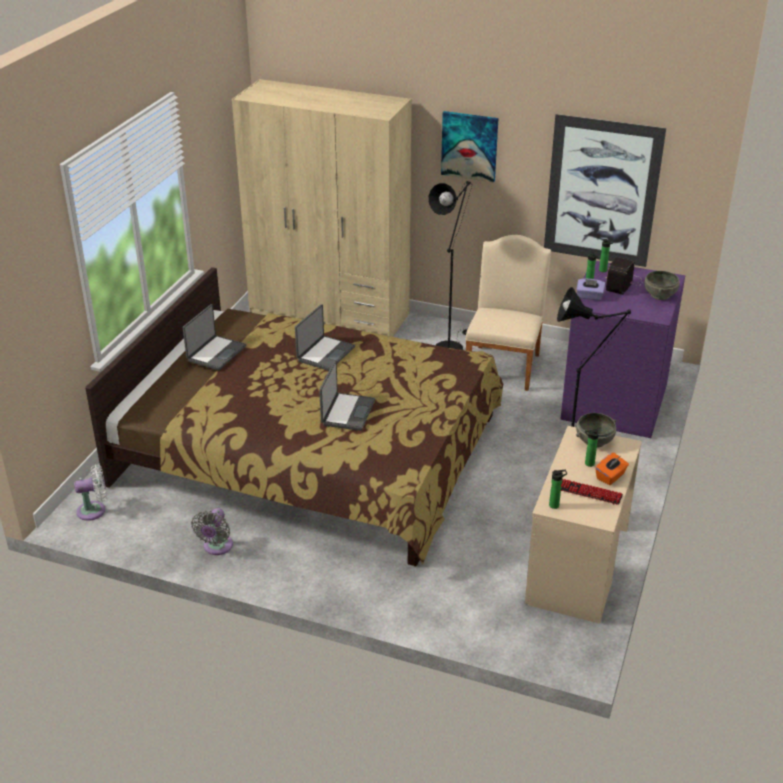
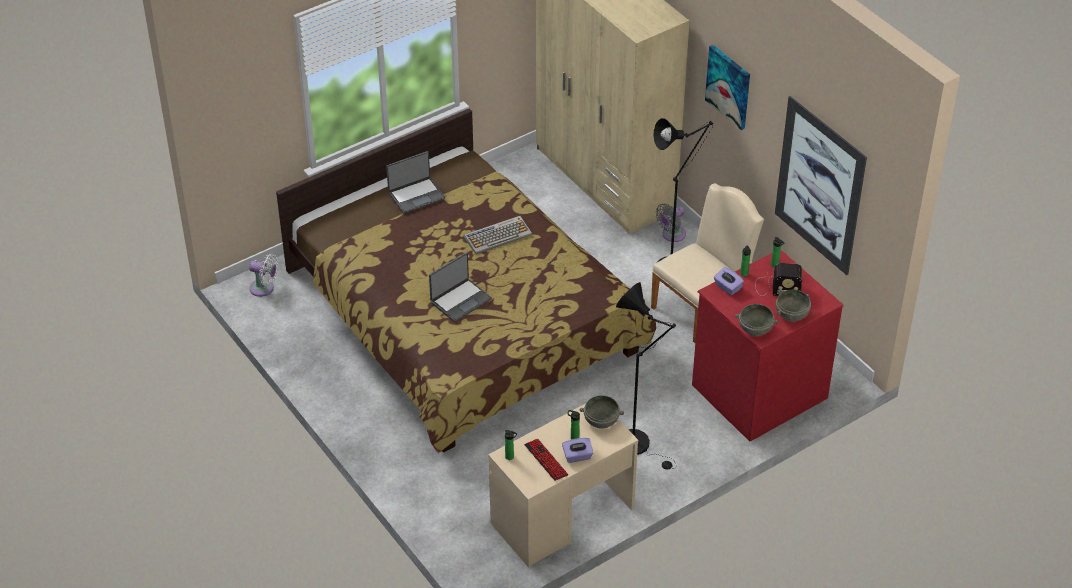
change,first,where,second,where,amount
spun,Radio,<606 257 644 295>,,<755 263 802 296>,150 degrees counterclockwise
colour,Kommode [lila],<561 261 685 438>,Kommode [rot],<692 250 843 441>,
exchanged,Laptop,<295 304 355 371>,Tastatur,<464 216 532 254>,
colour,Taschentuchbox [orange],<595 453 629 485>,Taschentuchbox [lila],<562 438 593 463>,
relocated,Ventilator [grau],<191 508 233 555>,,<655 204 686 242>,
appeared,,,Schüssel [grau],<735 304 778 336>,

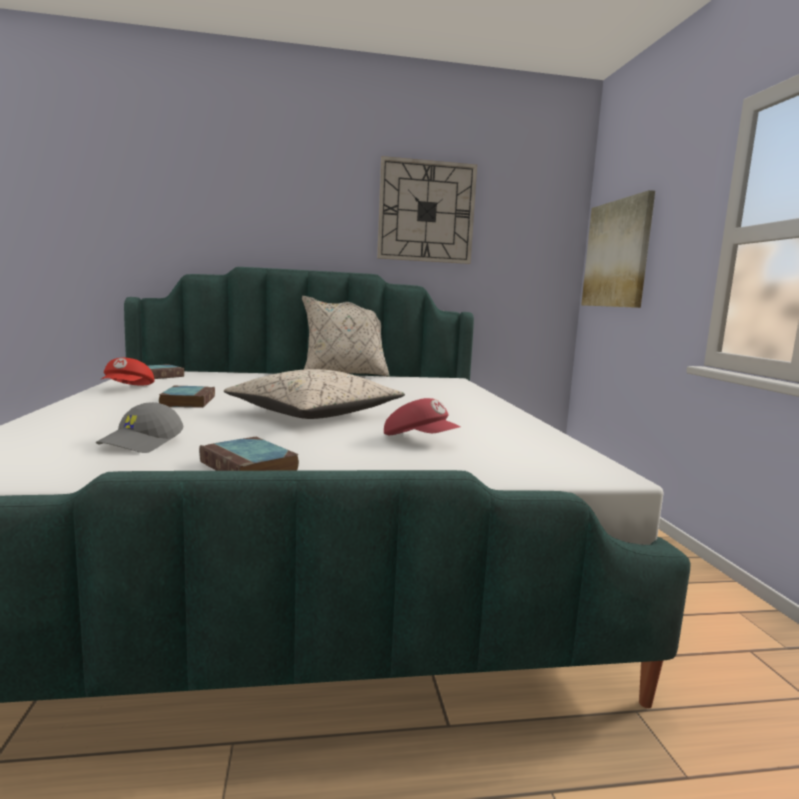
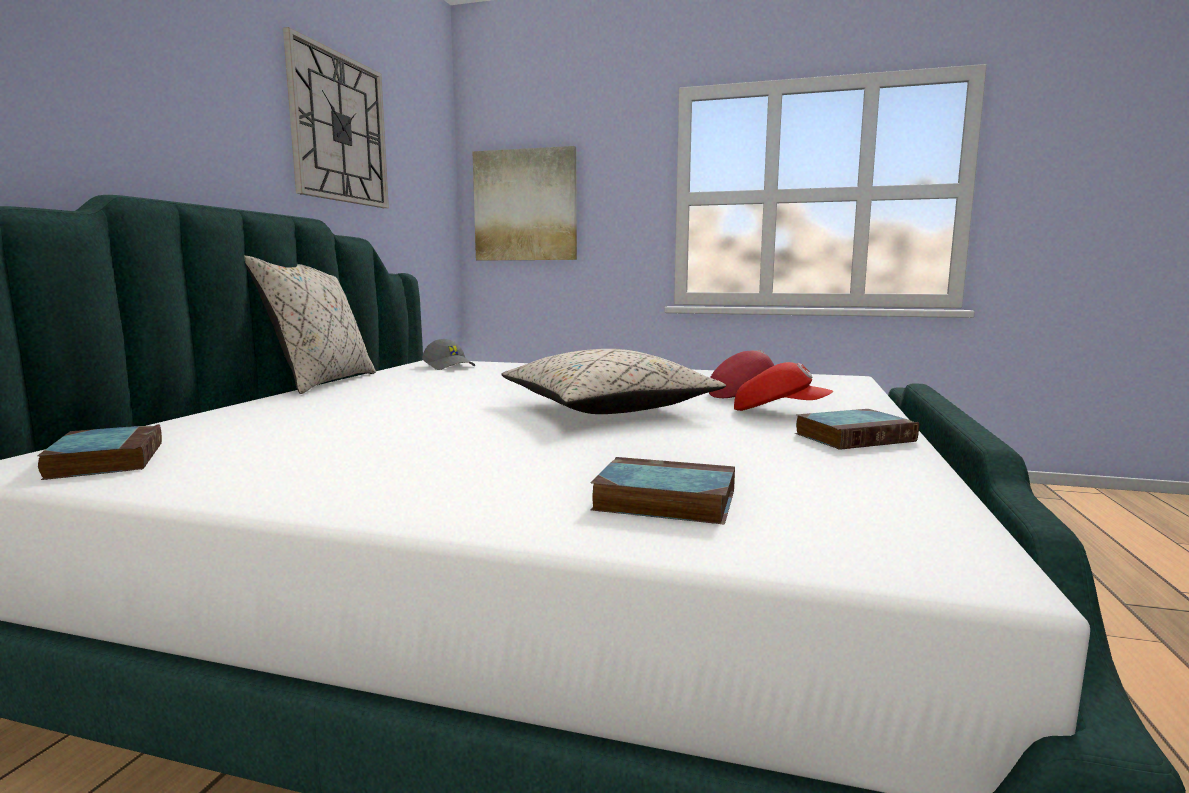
change,first,where,second,where,amount
relocated,Kappe [rot],<101 358 154 386>,,<734 362 833 411>,
relocated,Buch,<159 386 215 408>,,<590 457 735 524>,
relocated,Kappe [grau],<96 402 183 453>,,<422 339 475 370>,

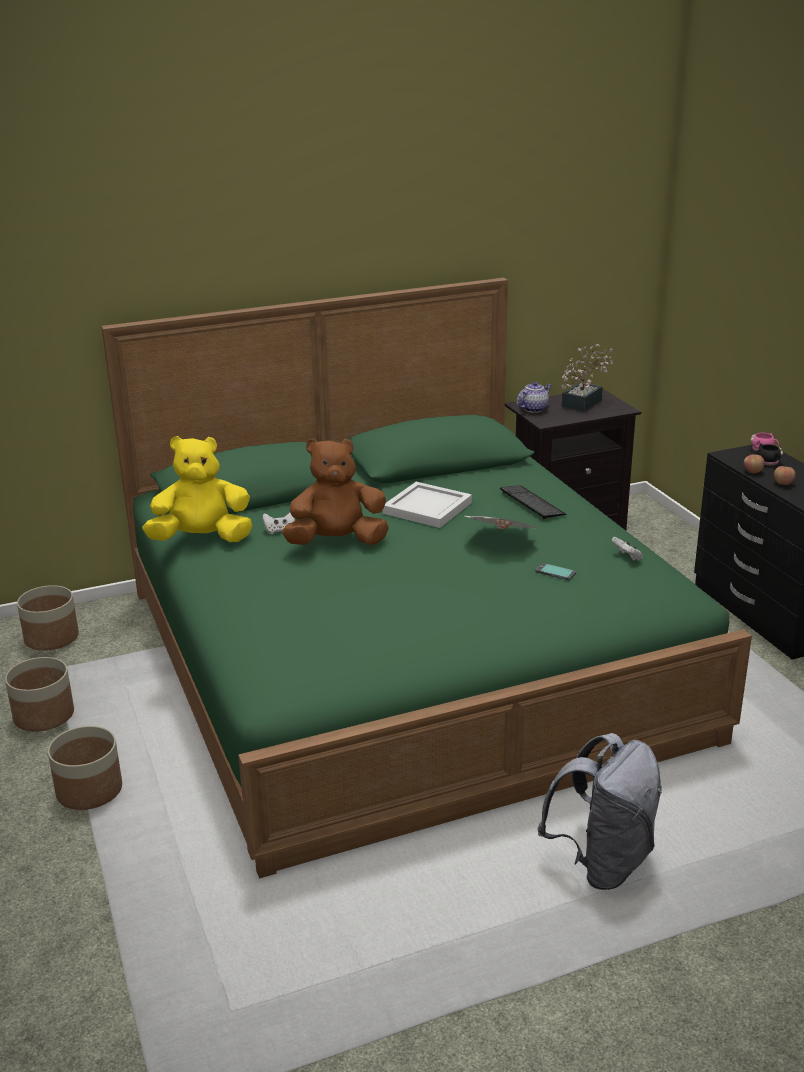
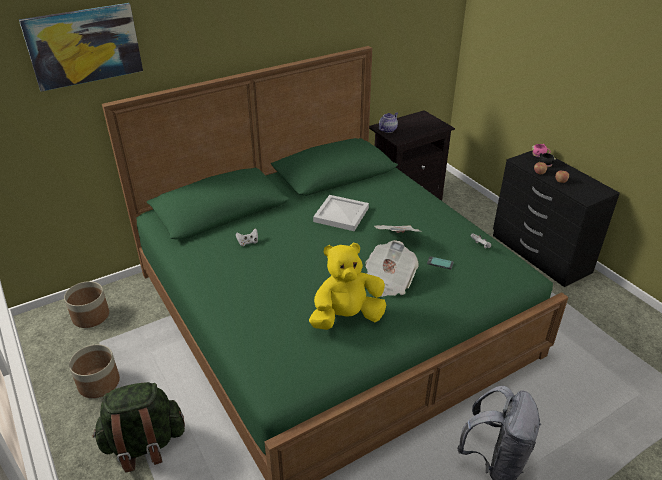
change,first,where,second,where,amount
missing,Topfpflanze,<561 344 613 411>,,,
relocated,Plüschtier [gelb],<143 436 252 542>,,<309 243 386 330>,
missing,Plüschtier [braun],<282 438 389 545>,,,
missing,Tastatur,<500 486 567 519>,,,
exchanged,Pflanzkübel,<48 726 122 810>,Rucksack [grün],<92 382 185 473>,
appeared,,,Bild,<19 3 143 92>,
appeared,,,Zeitung,<365 240 419 297>,

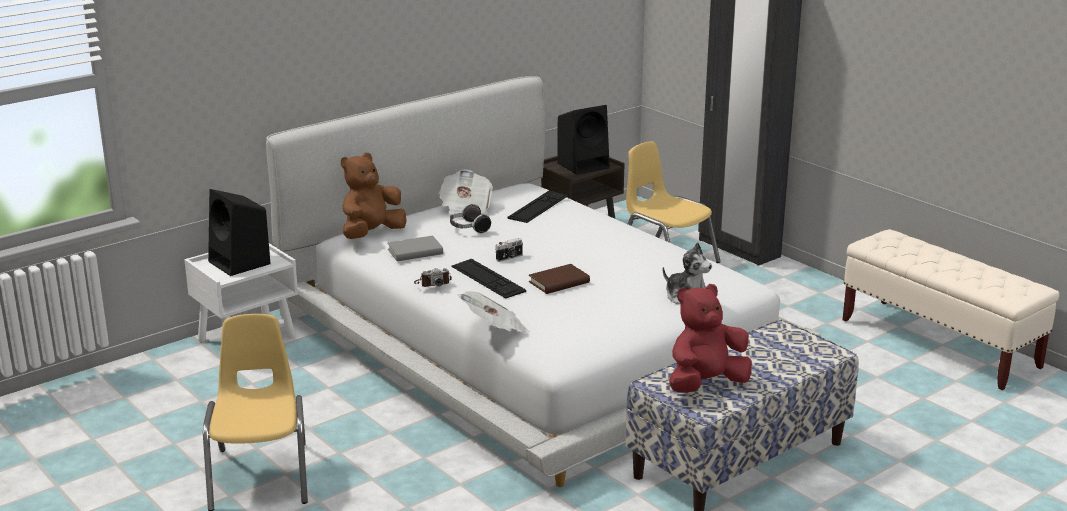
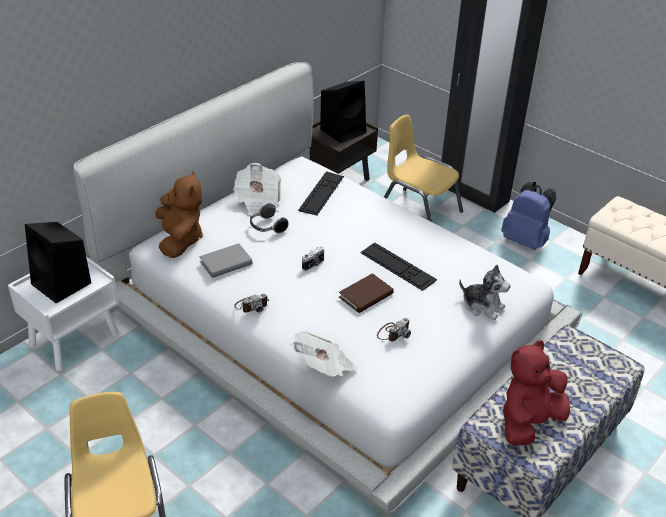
change,first,where,second,where,amount
spun,Plüschtier [braun],<341 153 407 239>,,<156 171 203 258>,135 degrees clockwise
relocated,Tastatur,<451 259 526 299>,,<360 242 437 291>,
appeared,,,Rucksack [blau],<501 182 557 250>,
appeared,,,Kamera,<377 318 411 341>,

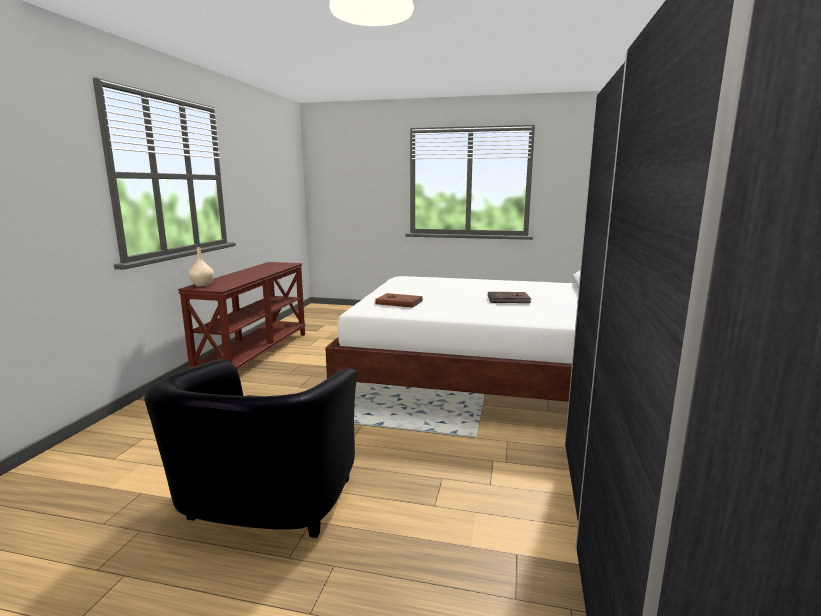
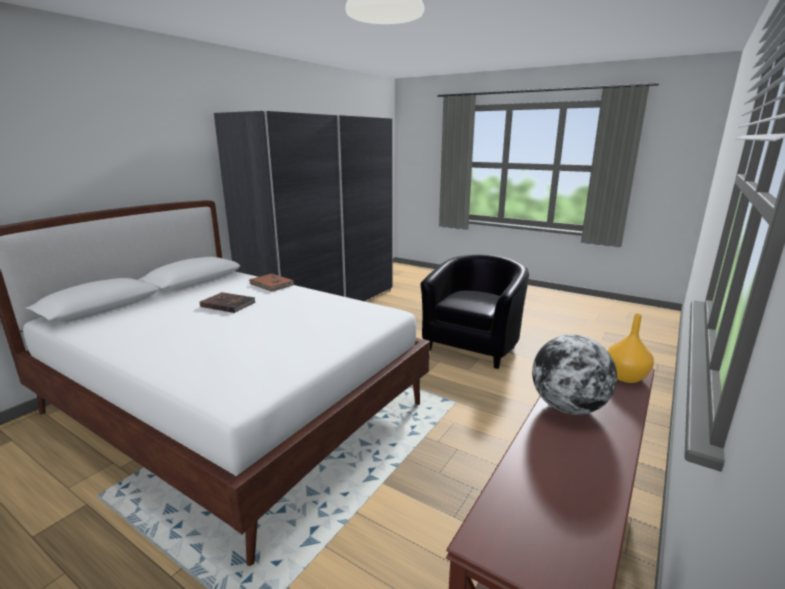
change,first,where,second,where,amount
colour,Vase [beige],<189 247 214 286>,Vase [orange],<608 314 654 383>,
relocated,Buch [braun],<375 293 423 308>,,<249 273 294 292>,
appeared,,,Globus,<532 335 617 415>,

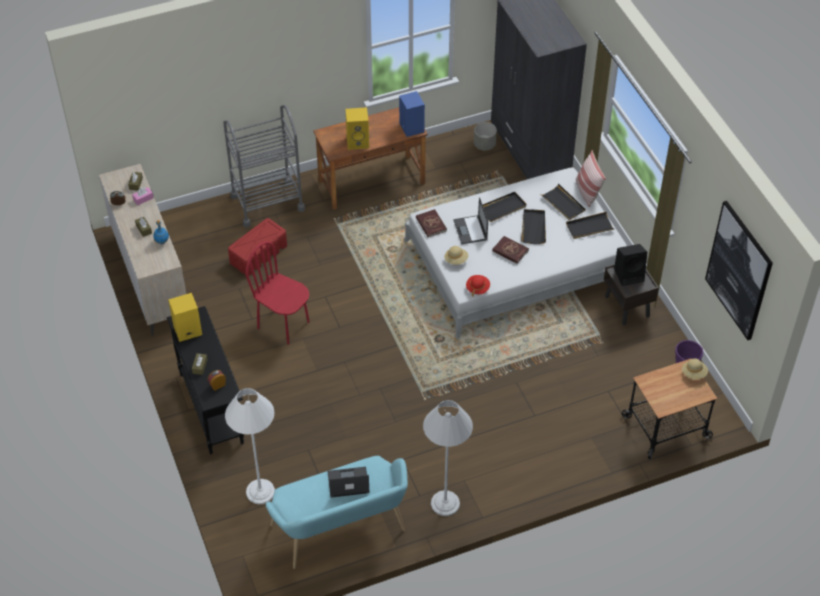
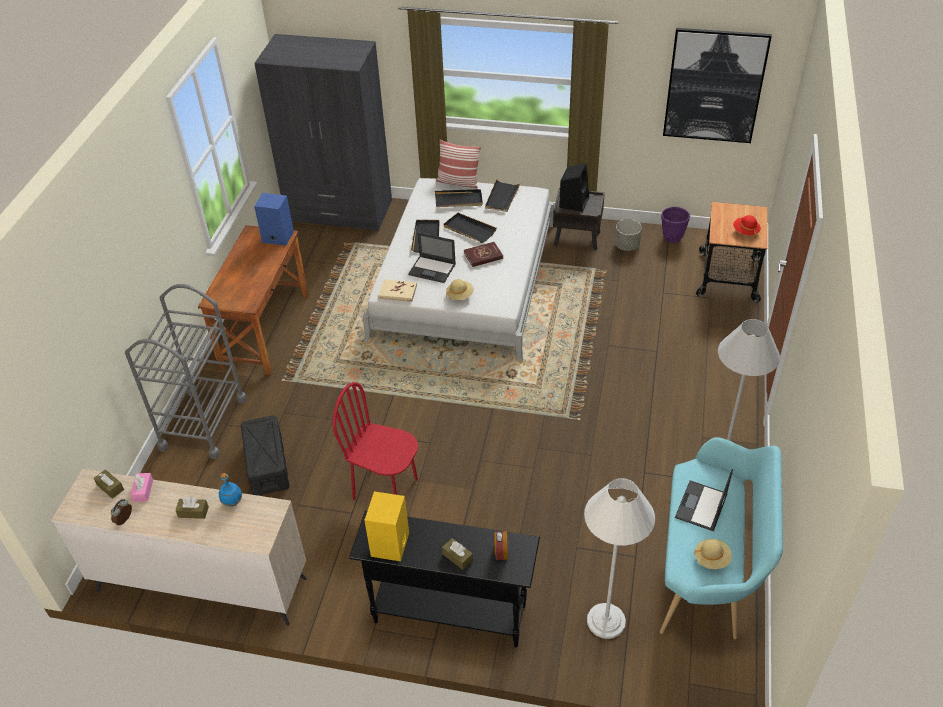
change,first,where,second,where,amount
missing,Lautsprecher [gelb],<345 107 369 150>,,,
relocated,Pflanzkübel [grau],<474 122 497 150>,,<615 219 642 251>,
colour,Buch [rot],<416 209 447 237>,Buch [beige],<378 279 417 302>,
colour,Aufbewahrungsbox [rot],<228 218 287 276>,Aufbewahrungsbox [schwarz],<241 415 289 496>,
spun,Stuhl [rot],<246 241 310 345>,,<332 382 418 500>,45 degrees clockwise
relocated,Hut [rot],<466 275 490 297>,,<733 215 761 239>,
relocated,Hut [beige],<682 359 708 380>,,<694 539 732 569>,

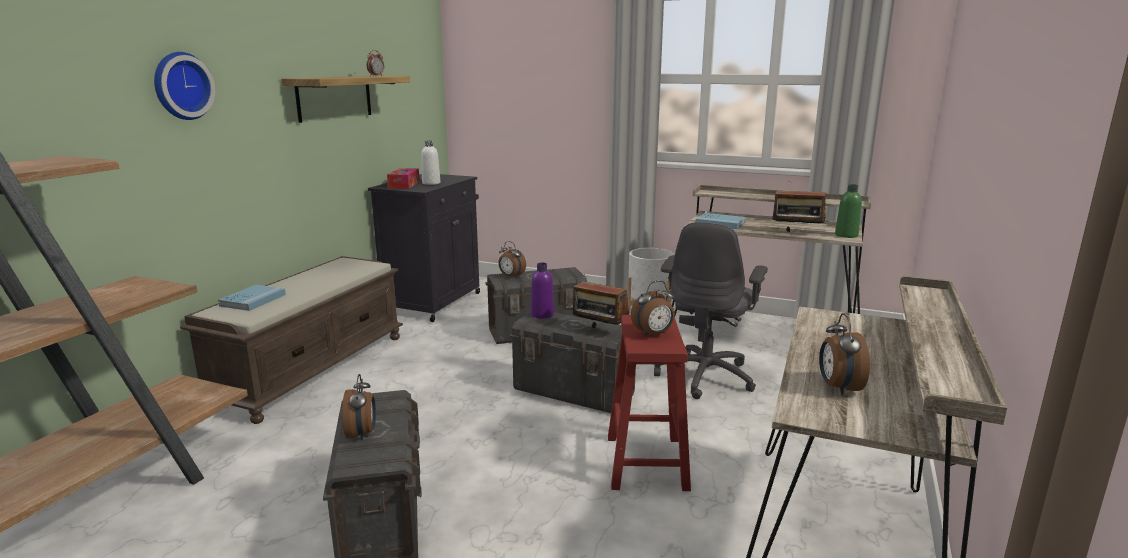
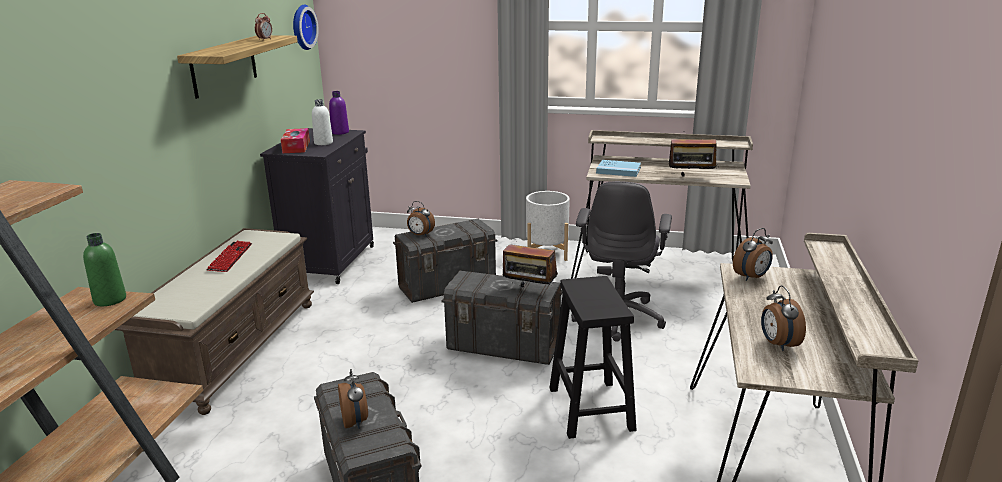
change,first,where,second,where,amount
relocated,Wanduhr,<154 52 215 120>,,<293 5 319 50>,
relocated,Flasche [grün],<835 184 862 238>,,<83 233 126 306>,
relocated,Flasche [lila],<531 263 554 318>,,<329 91 349 135>,
relocated,Wecker,<631 281 675 337>,,<733 228 773 281>,
missing,Buch [blau],<218 285 286 311>,,,
colour,Hocker [rot],<608 315 691 491>,Hocker [schwarz],<549 276 637 439>,
appeared,,,Tastatur,<206 241 252 272>,

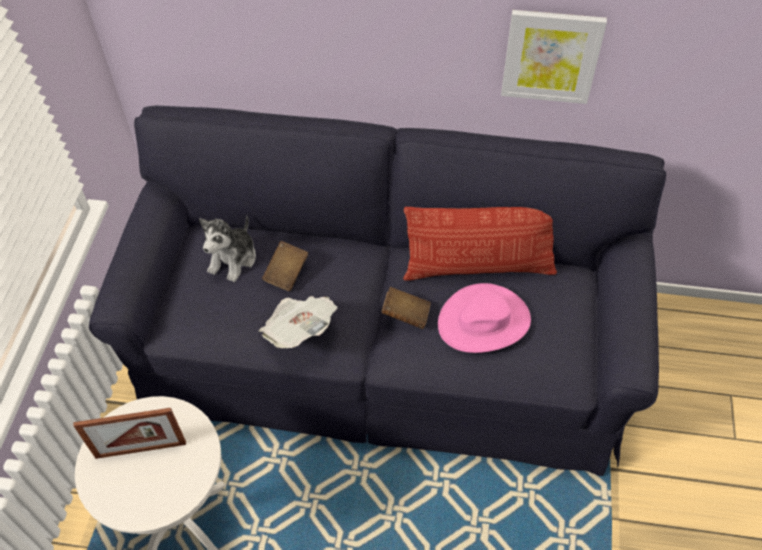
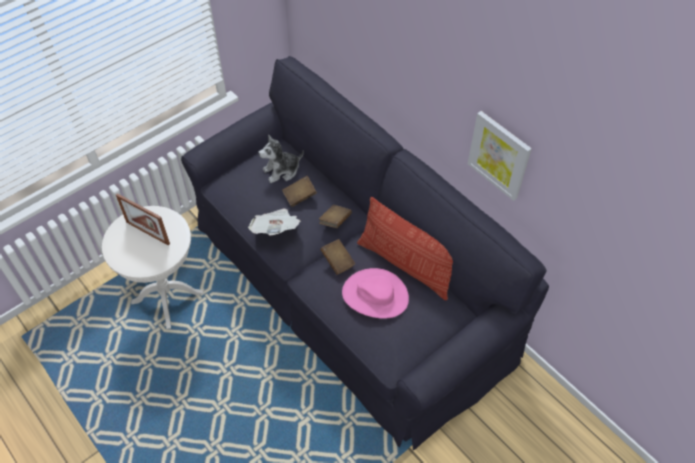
change,first,where,second,where,amount
appeared,,,Buch [braun],<319 205 352 228>,

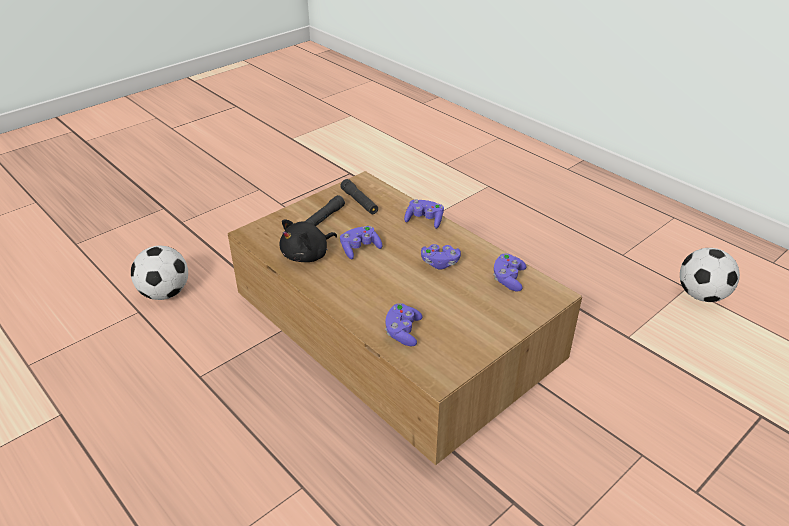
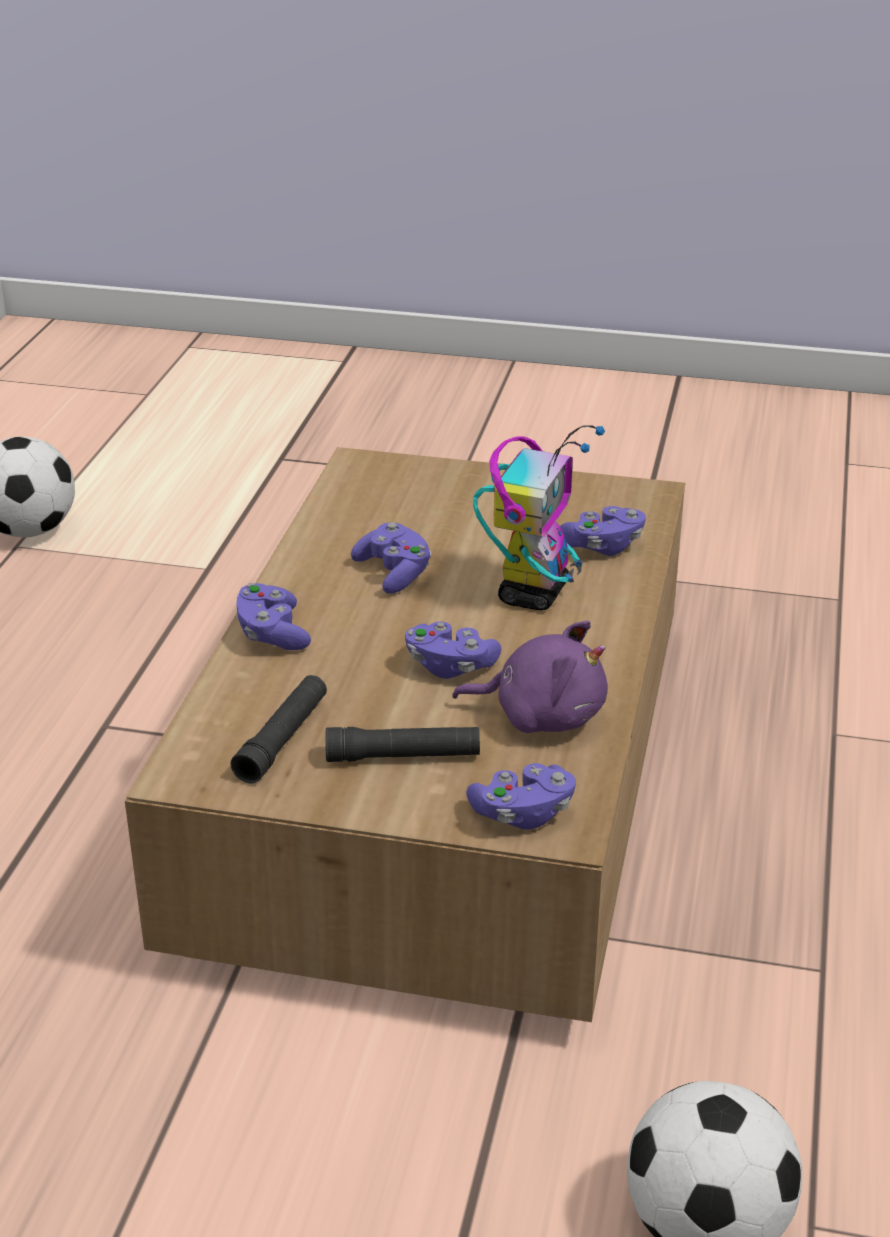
change,first,where,second,where,amount
colour,Plüschtier [schwarz],<279 220 337 262>,Plüschtier [lila],<452 621 608 733>,
relocated,Gamepad [lila],<493 253 526 291>,,<466 763 576 830>,
appeared,,,Spielzeugroboter,<473 425 605 610>,

